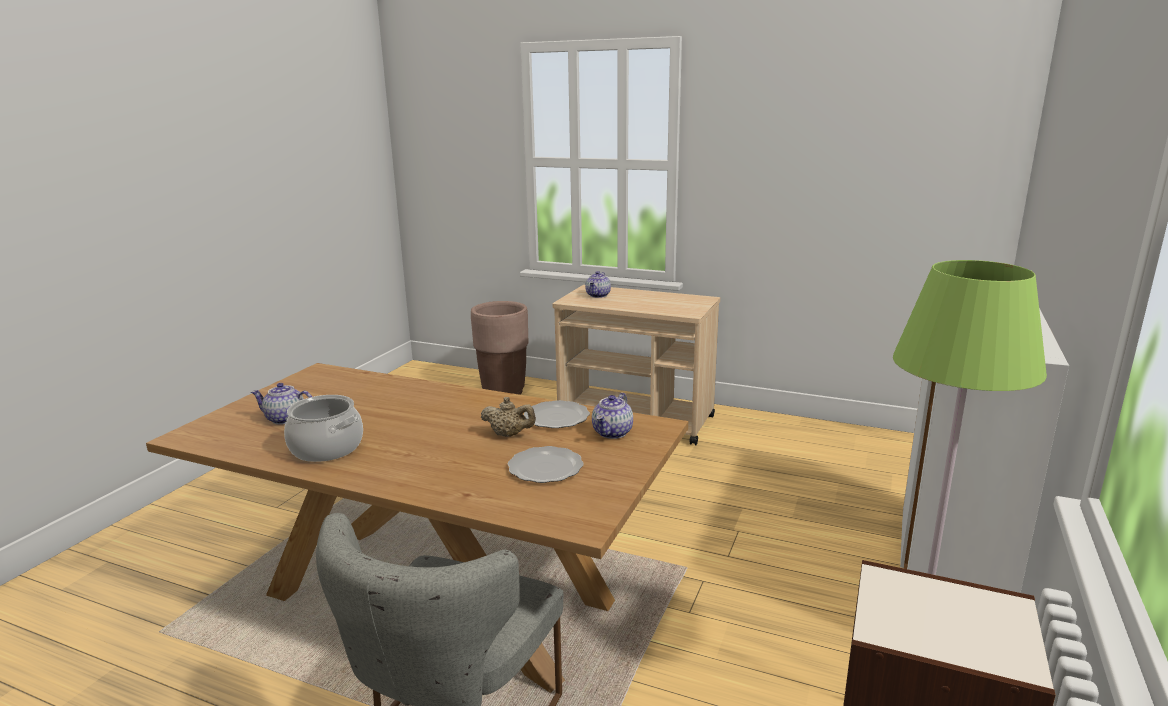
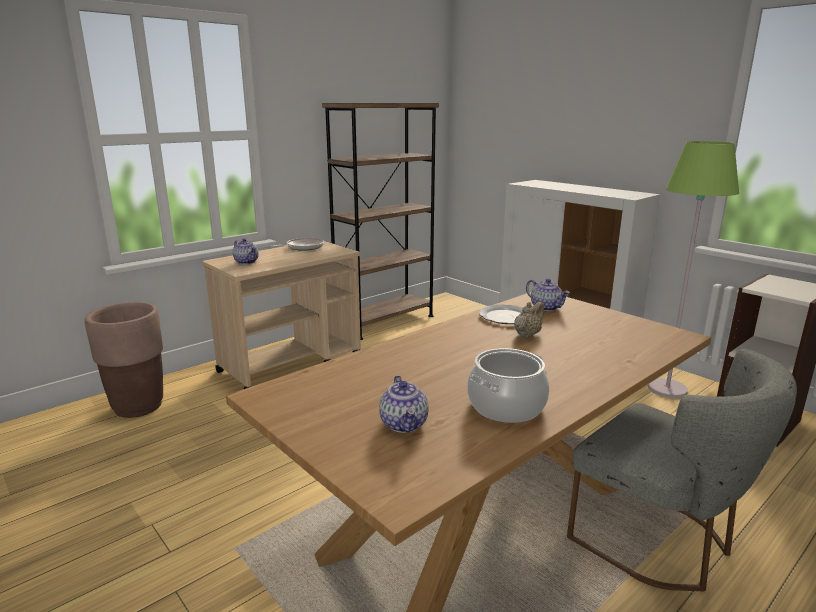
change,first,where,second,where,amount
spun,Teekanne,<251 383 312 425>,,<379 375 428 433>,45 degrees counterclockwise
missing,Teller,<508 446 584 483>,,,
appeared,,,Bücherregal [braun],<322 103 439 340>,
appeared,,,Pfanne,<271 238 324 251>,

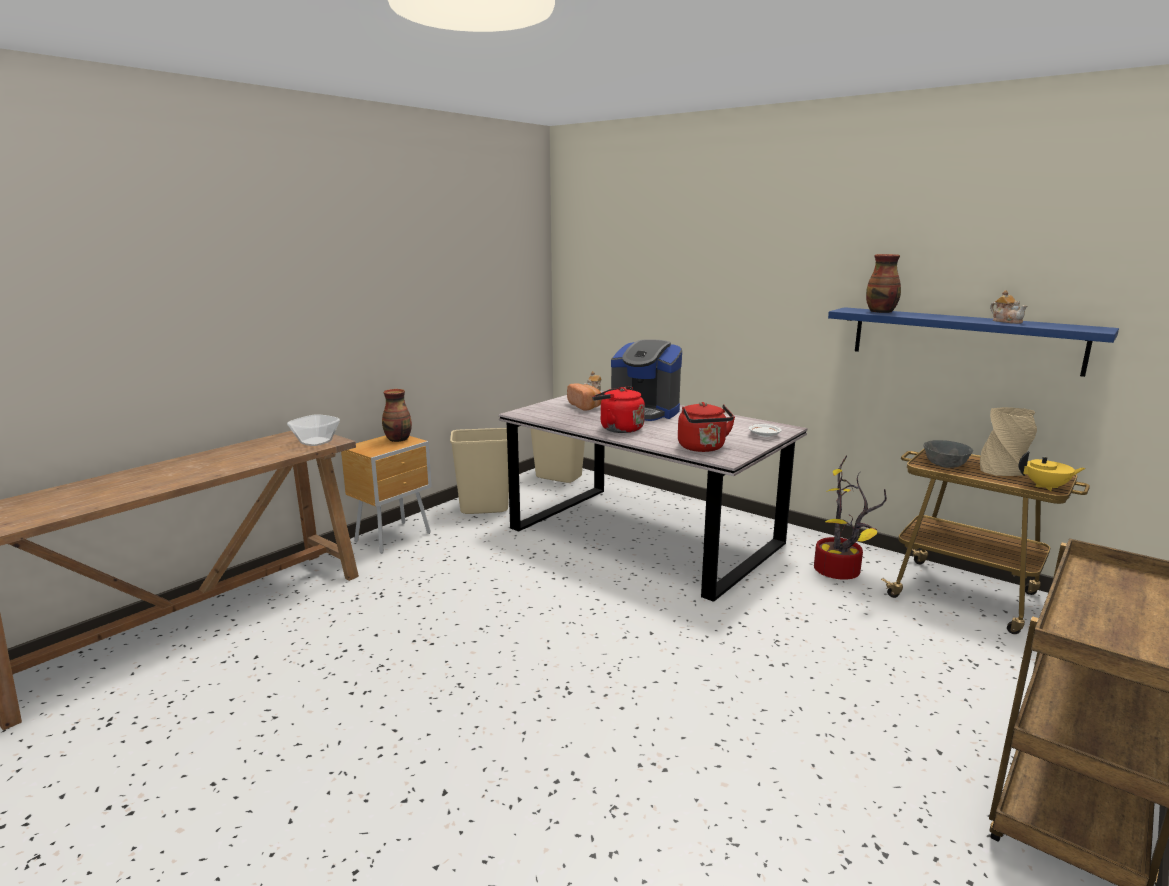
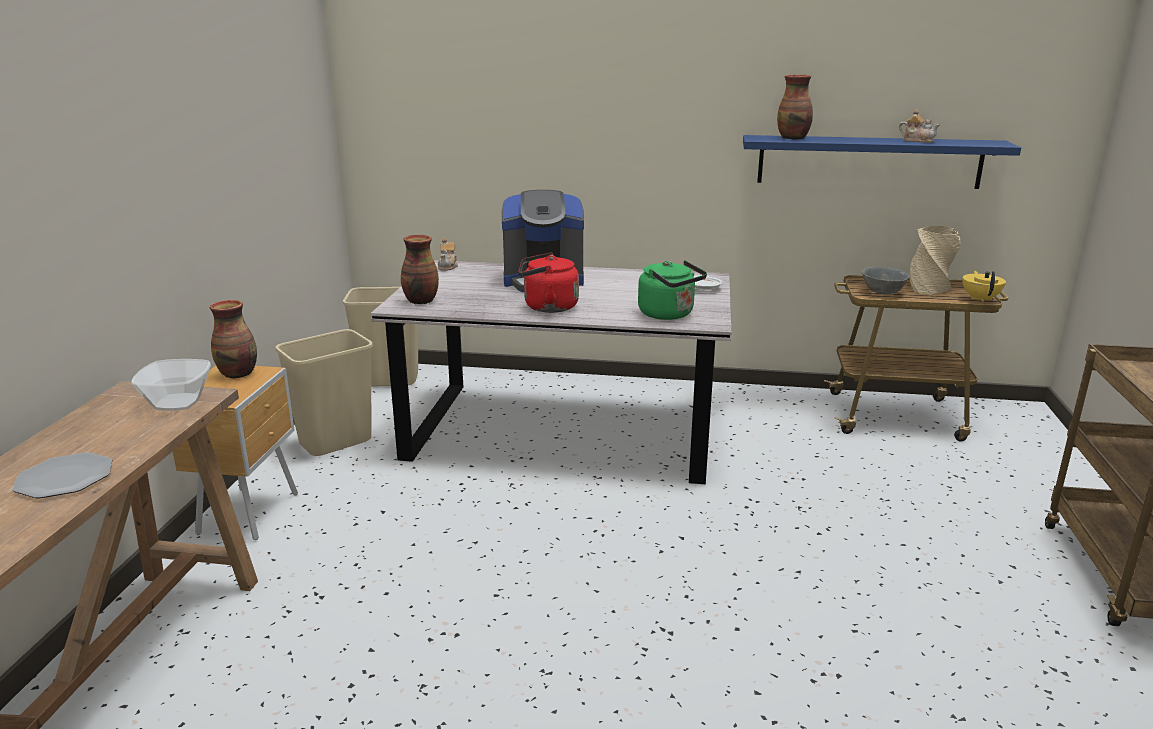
change,first,where,second,where,amount
missing,Brot,<567 383 602 411>,,,
colour,Wasserkessel [rot],<678 402 735 452>,Wasserkessel [grün],<638 260 707 320>,
spun,Teekanne [gelb],<1019 451 1086 491>,,<962 271 1006 302>,60 degrees counterclockwise
missing,Topfpflanze,<814 455 887 580>,,,
appeared,,,Vase,<401 235 439 304>,
appeared,,,Teller,<12 452 112 498>,

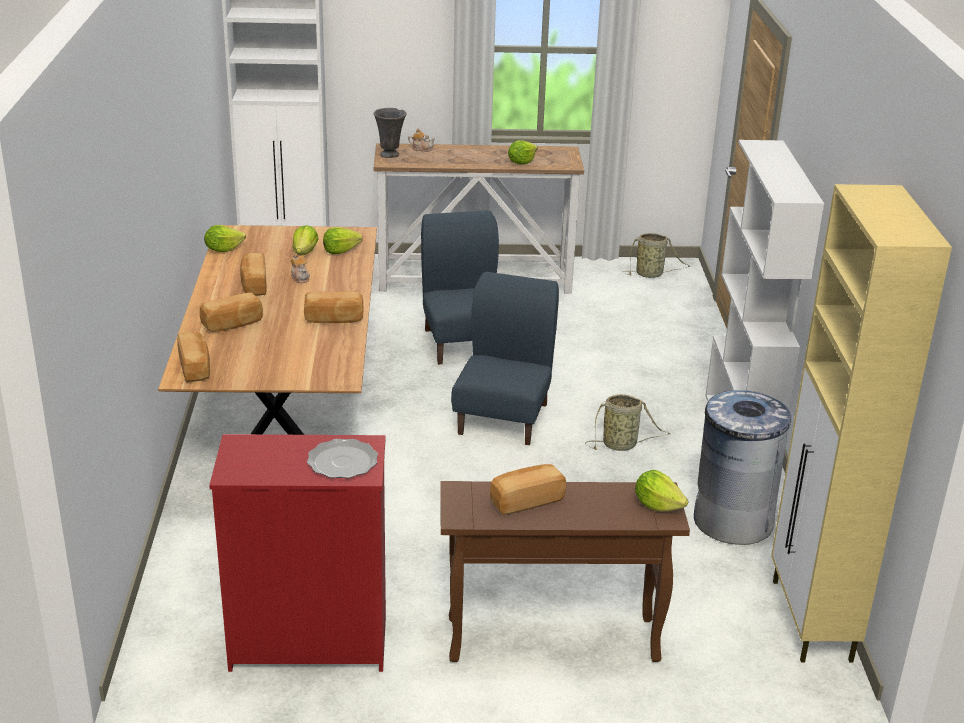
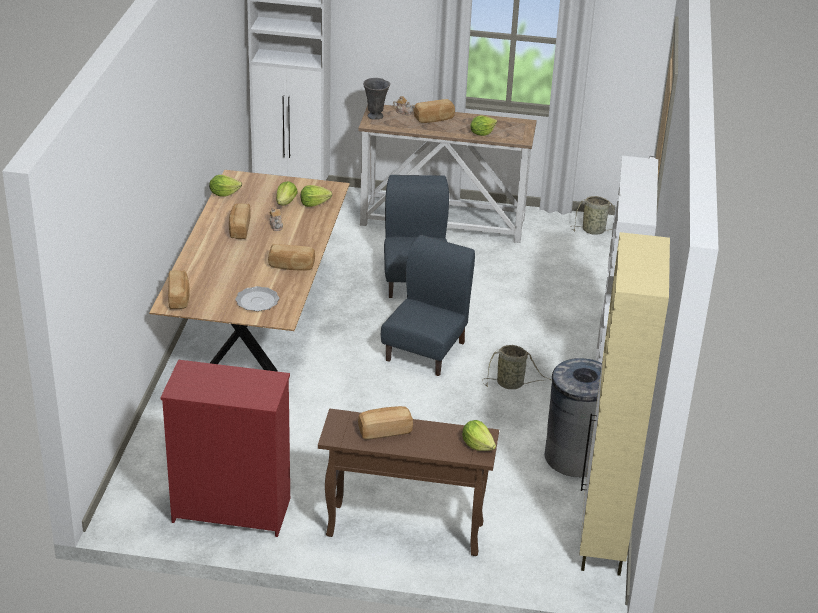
change,first,where,second,where,amount
relocated,Brot,<200 293 263 332>,,<414 99 455 123>,
relocated,Teller,<307 439 378 478>,,<235 286 280 311>,

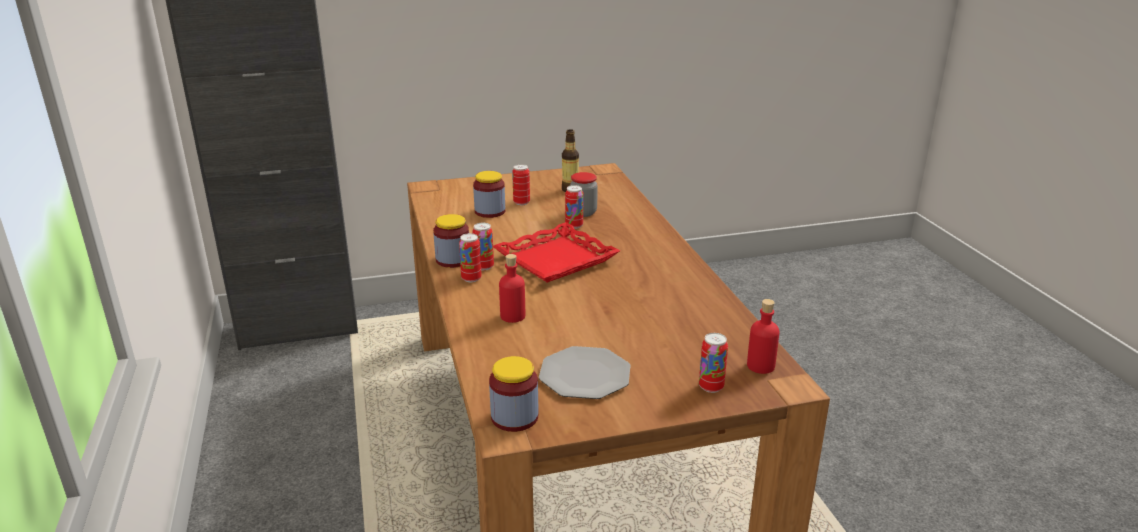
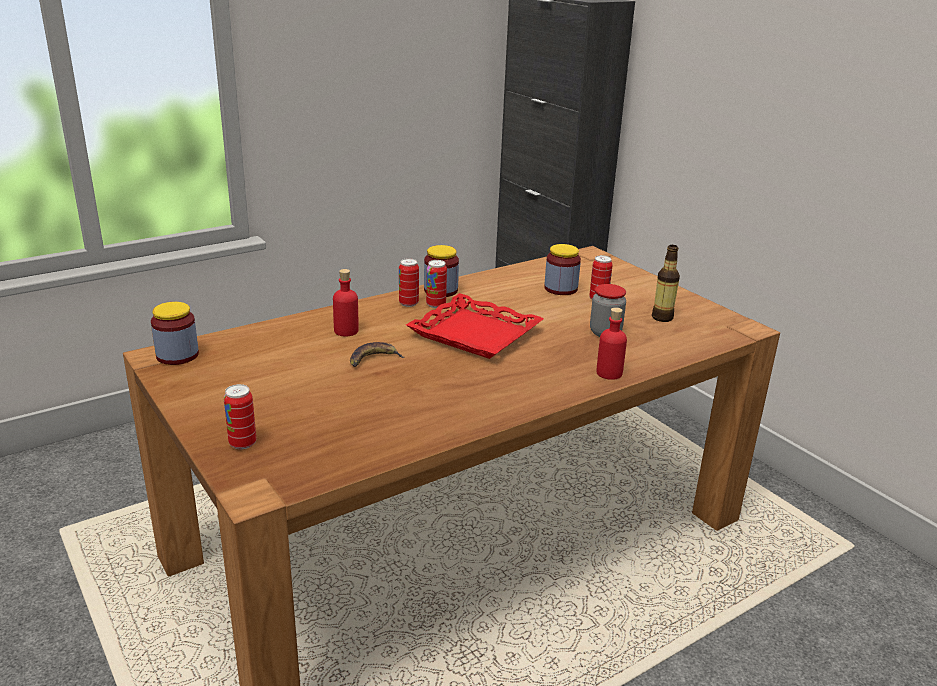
change,first,where,second,where,amount
missing,Dose,<565 185 583 229>,,,
relocated,Flasche [rot],<747 299 780 374>,,<596 307 627 380>,
missing,Teller,<539 346 631 399>,,,
appeared,,,Banane,<350 342 404 367>,

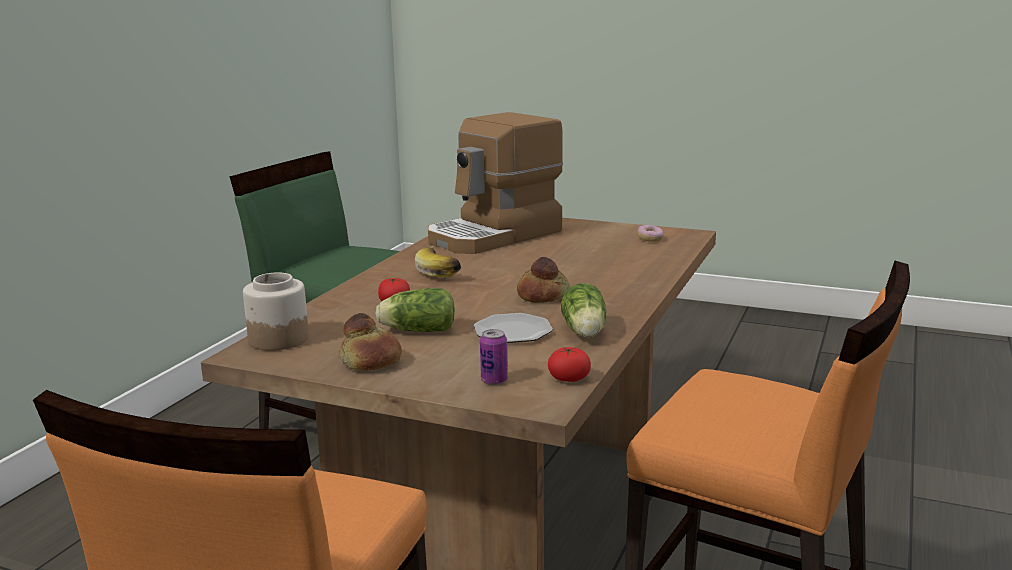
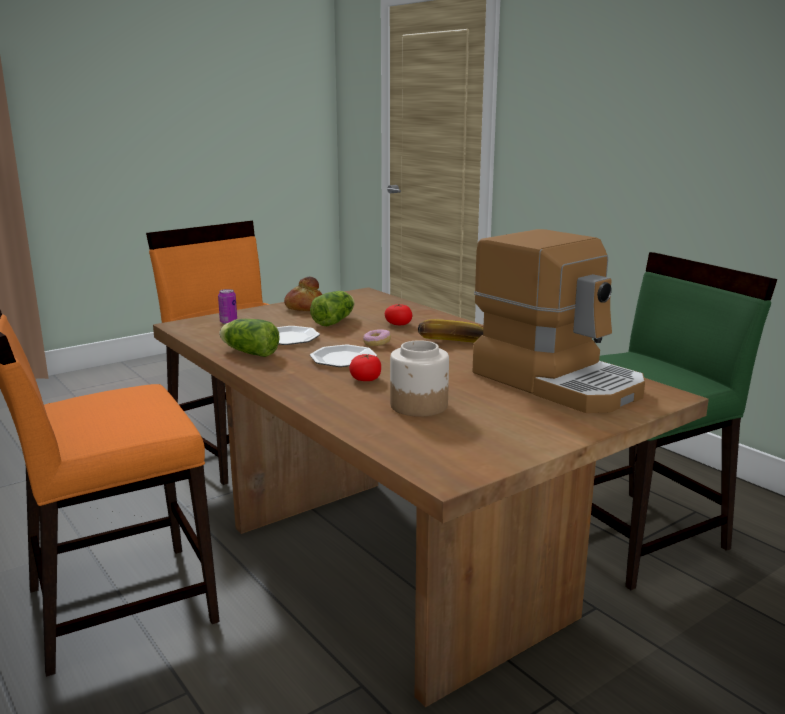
change,first,where,second,where,amount
spun,Kaffeemaschine,<428 112 563 254>,,<473 229 645 413>,150 degrees clockwise
relocated,Donut,<637 225 664 242>,,<363 329 391 347>,
exchanged,Brot,<517 257 570 303>,Teller,<310 345 377 367>,
relocated,Vorratsglas,<243 272 309 351>,,<390 340 449 417>,
relocated,Tomate,<548 347 591 382>,,<349 354 381 381>,

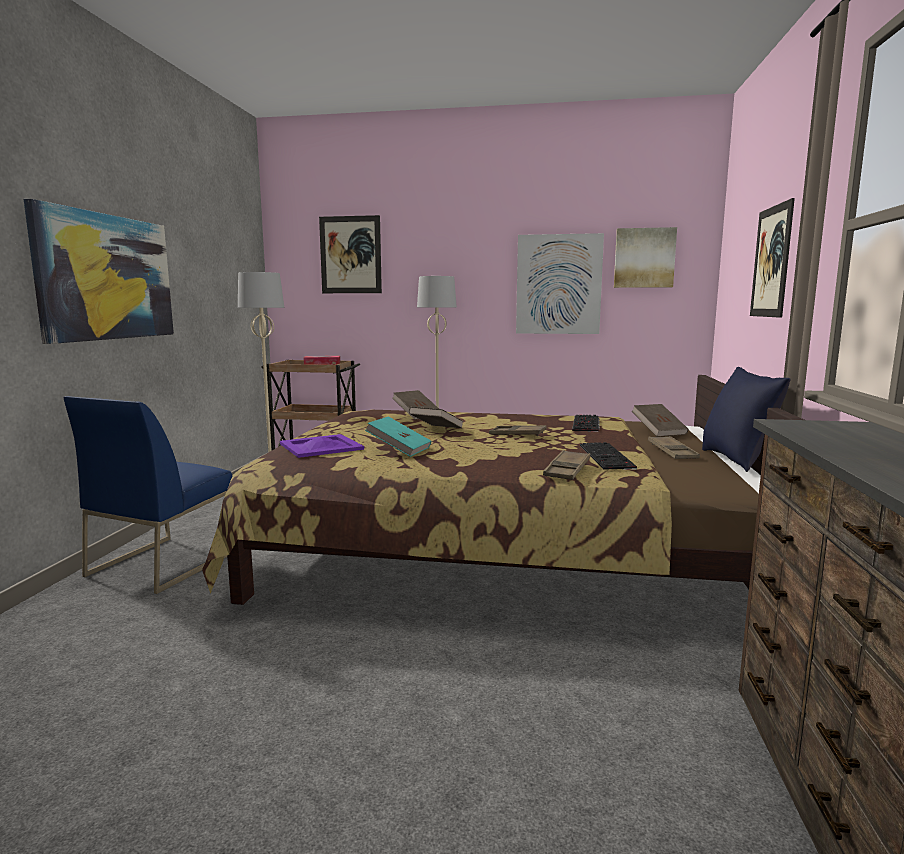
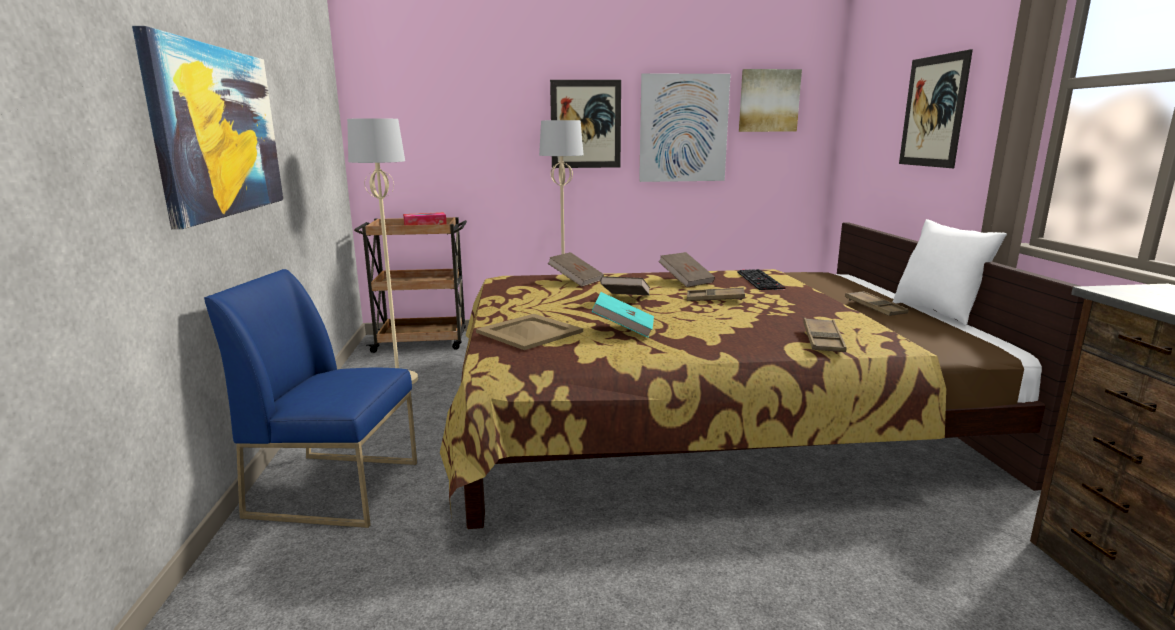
change,first,where,second,where,amount
relocated,Bild,<319 215 382 293>,,<550 80 621 168>,
colour,Kissen [blau],<702 367 791 472>,Kissen [weiß],<893 219 1007 326>,
spun,Stuhl [blau],<64 396 232 594>,,<204 269 417 528>,90 degrees clockwise
relocated,Buch [braun],<632 404 688 437>,,<658 252 715 287>,
colour,Tablett [lila],<280 434 364 458>,Tablett [beige],<476 314 583 350>,
missing,Tastatur,<580 442 637 470>,,,

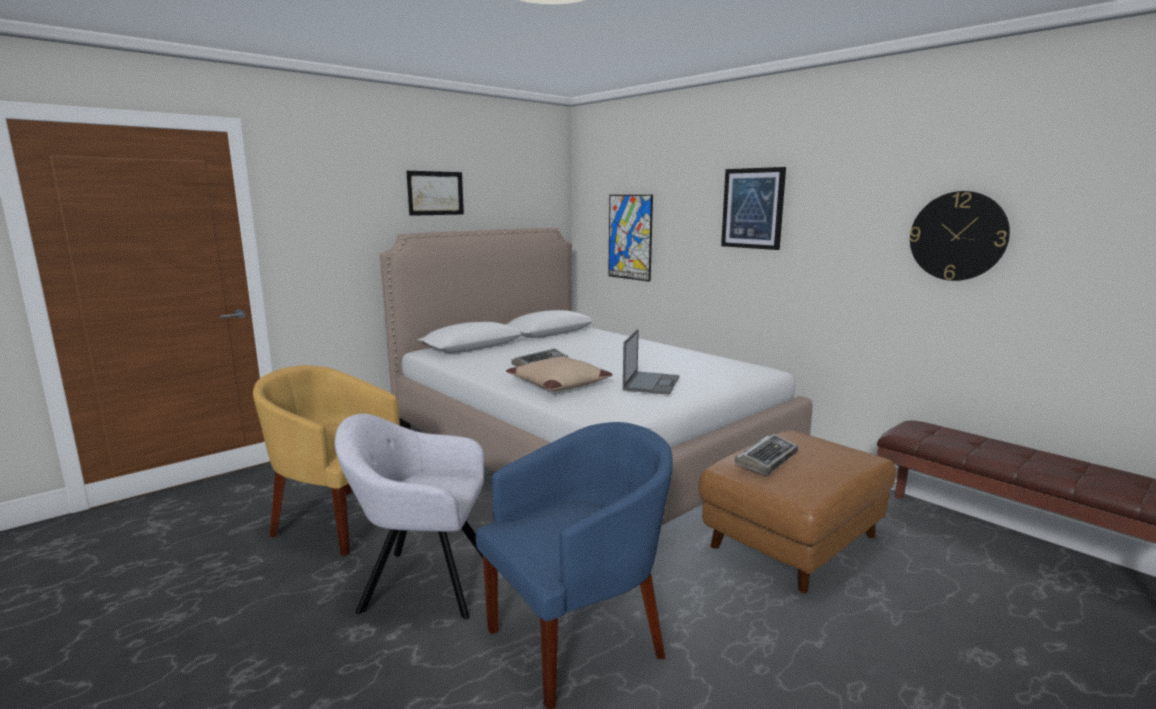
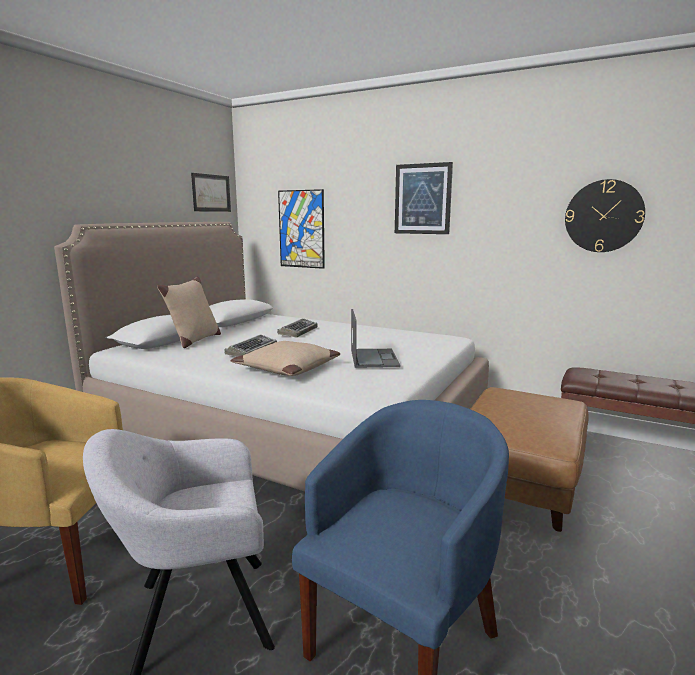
change,first,where,second,where,amount
relocated,Bild,<406 171 464 216>,,<191 173 231 212>,
relocated,Tastatur,<735 434 798 475>,,<277 318 318 338>,
appeared,,,Kissen [beige],<157 277 221 348>,

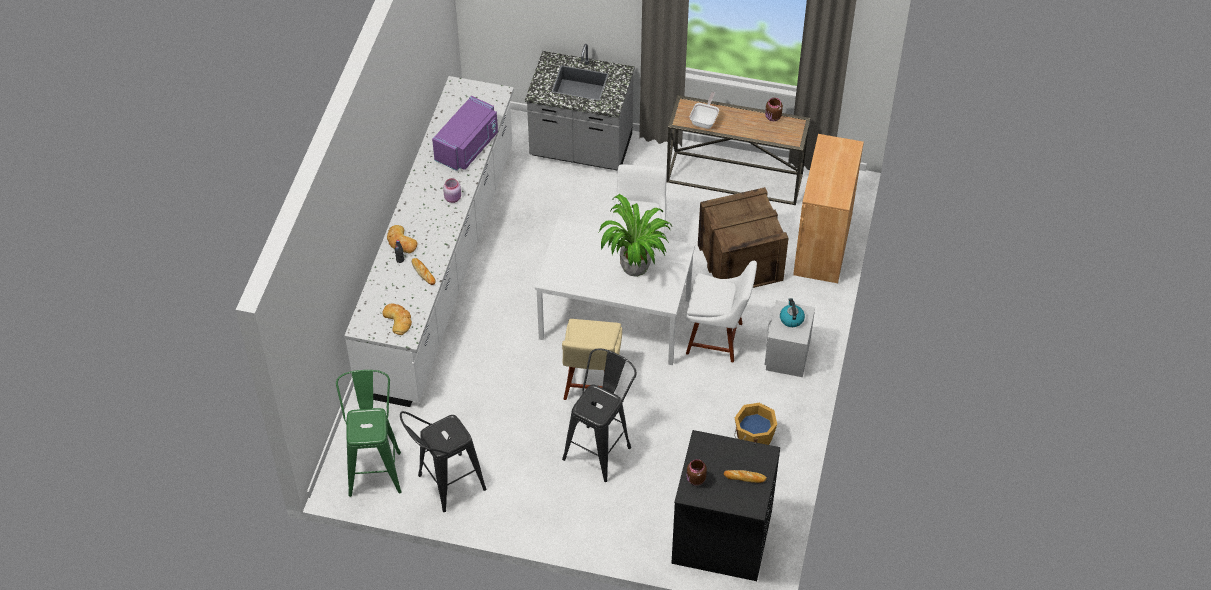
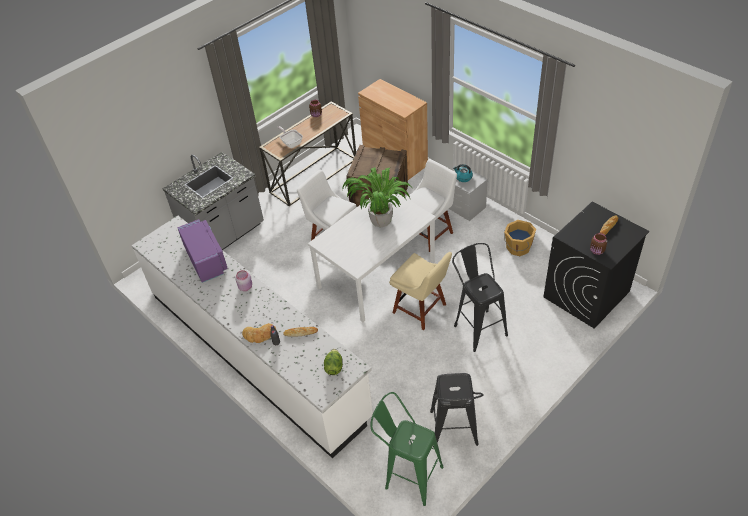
change,first,where,second,where,amount
exchanged,Brot,<382 303 412 335>,Salatkopf,<324 349 343 375>,

